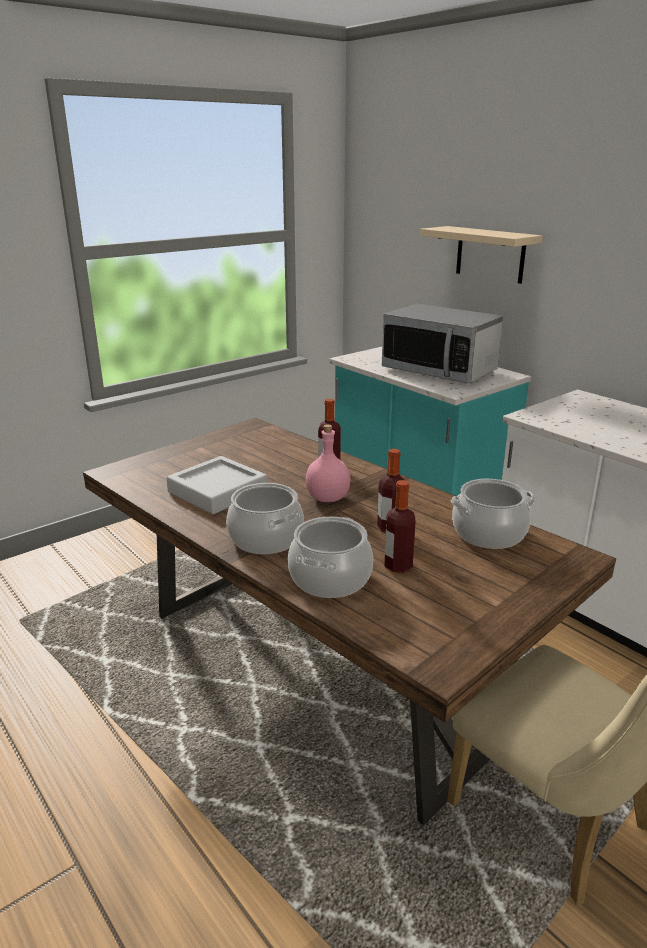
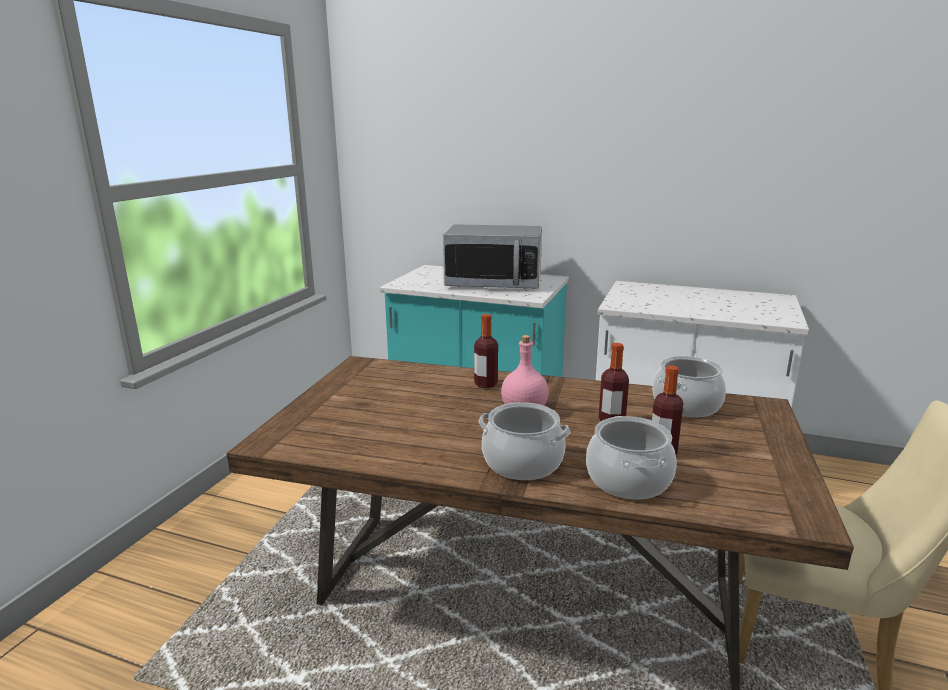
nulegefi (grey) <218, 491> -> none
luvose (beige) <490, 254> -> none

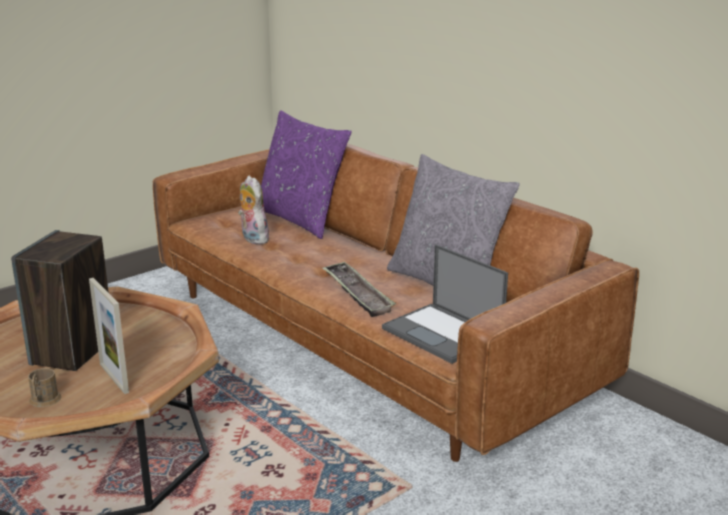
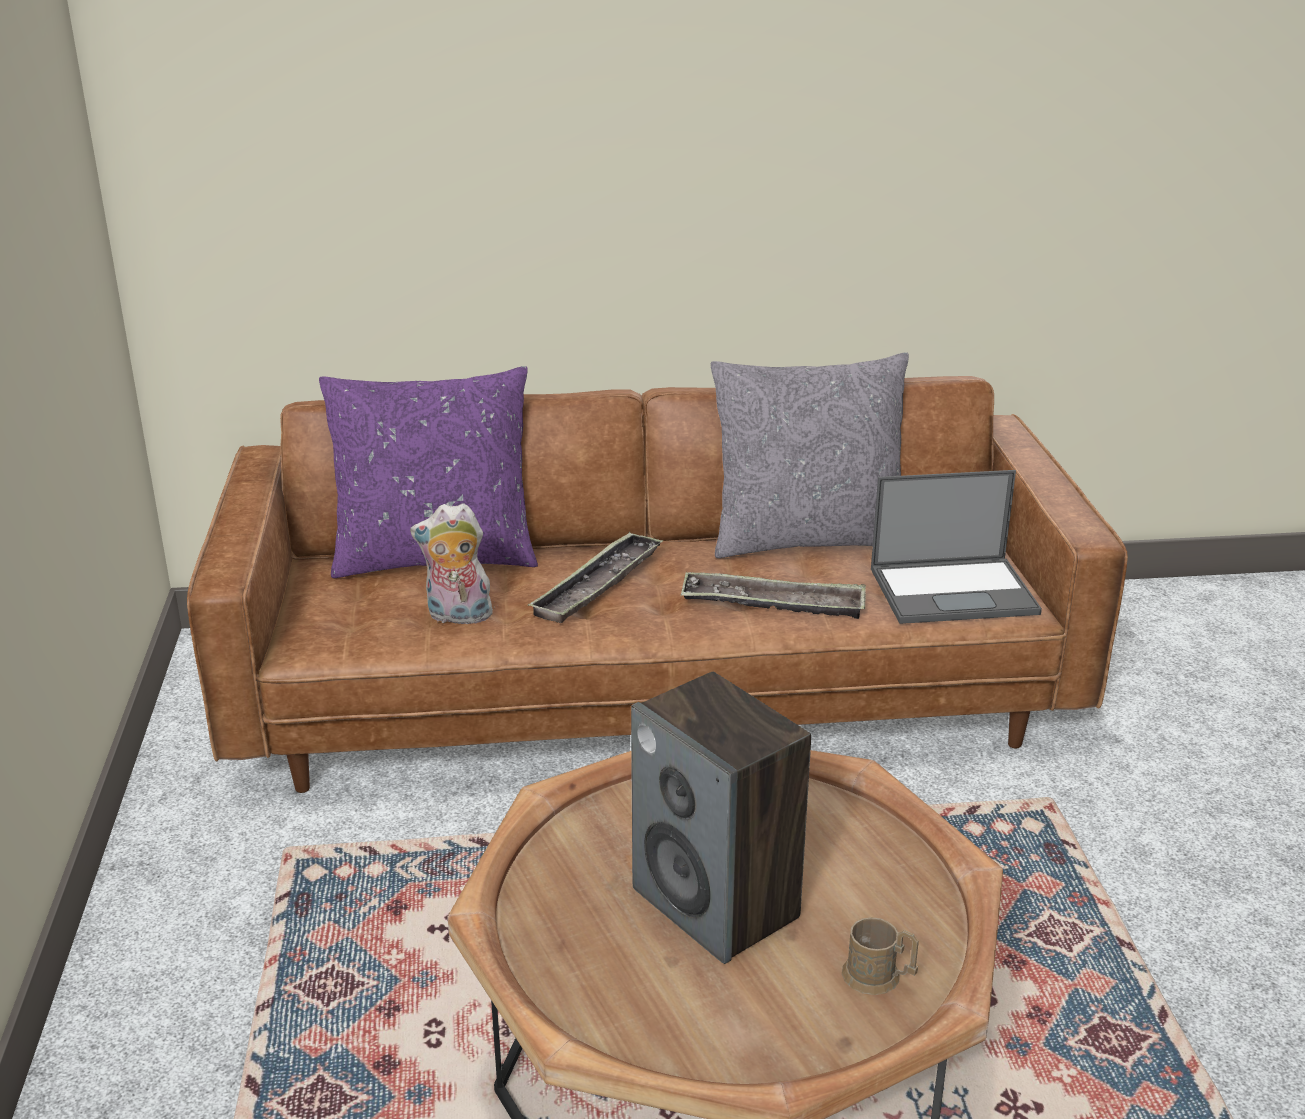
none -> nulegefi <597, 585>
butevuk <114, 378> -> none

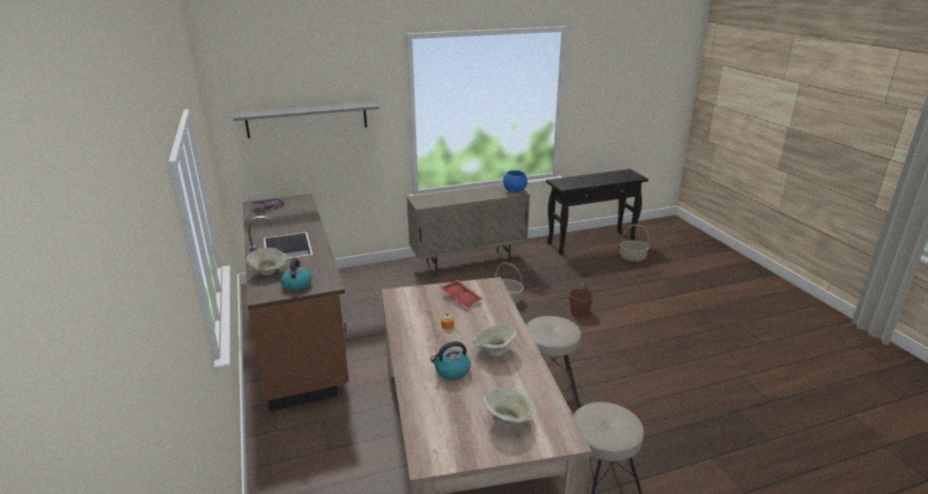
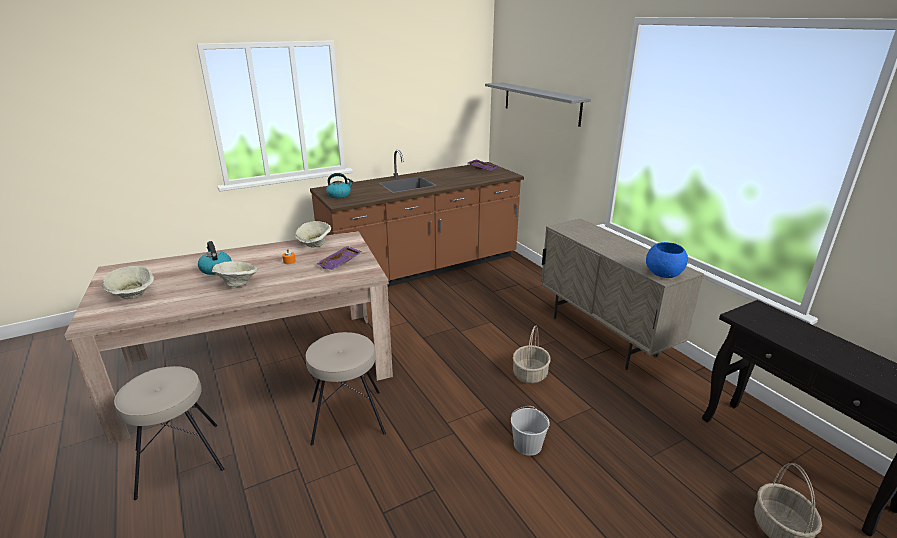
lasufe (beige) <269, 272> -> lasufe (beige) <314, 245>, moved
nulegefi (red) <461, 298> -> nulegefi (purple) <340, 263>
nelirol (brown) <579, 311> -> nelirol (white) <528, 444>

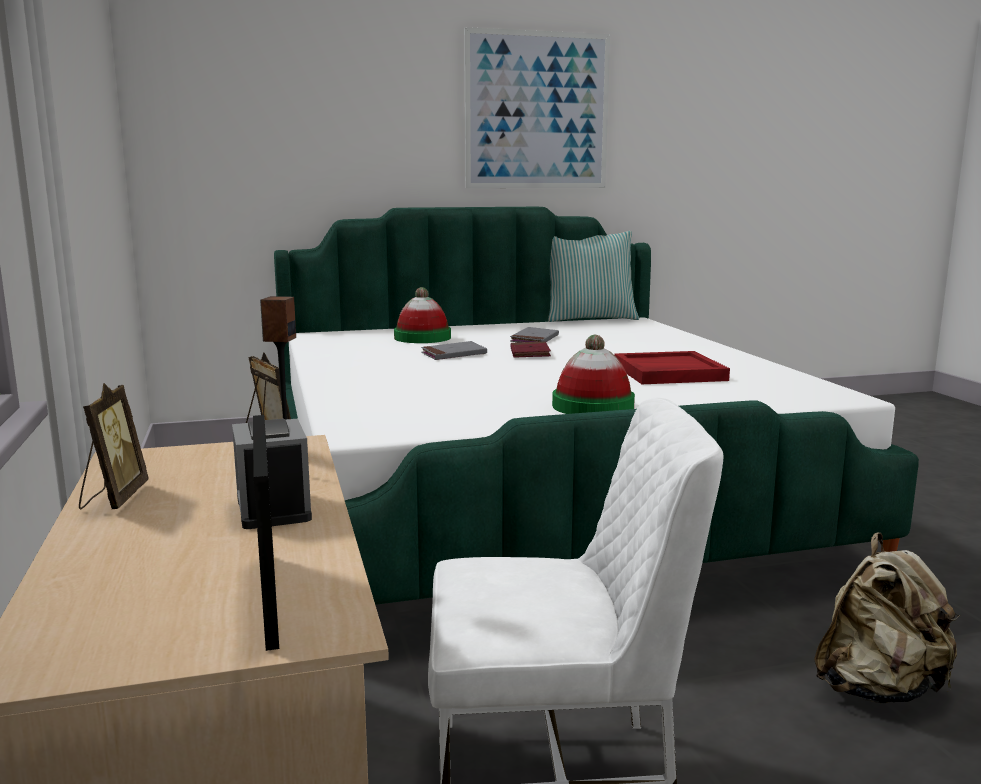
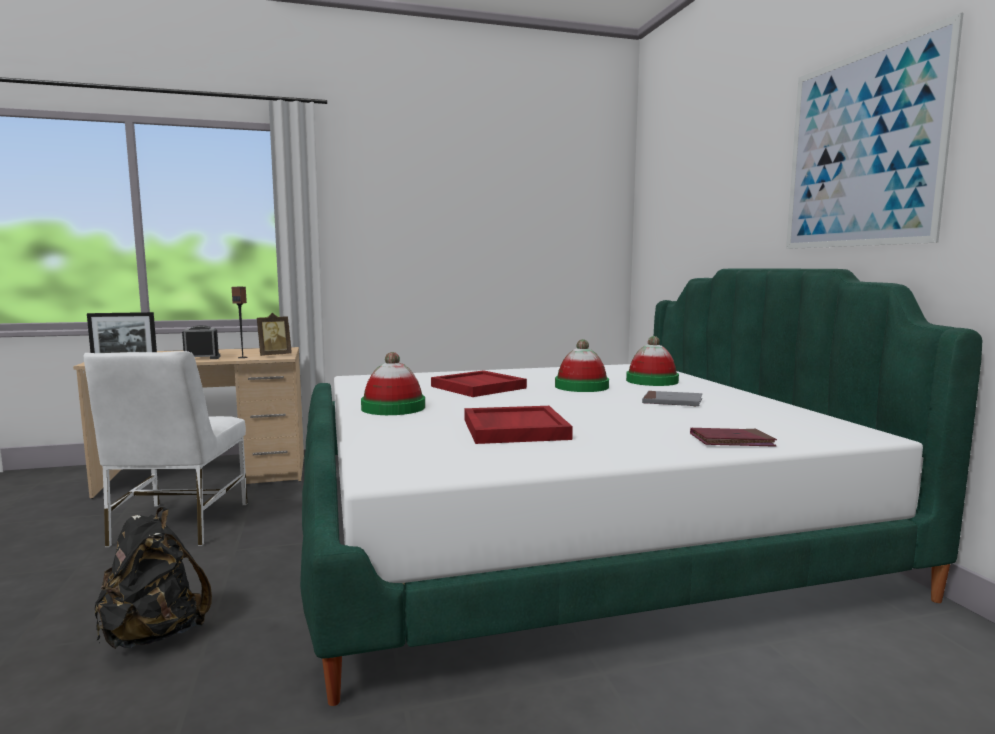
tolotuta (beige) <878, 689> -> tolotuta (black) <154, 634>
none -> nulegefi (red) <477, 387>
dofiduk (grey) <454, 354> -> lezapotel <581, 386>
dofiduk (red) <530, 353> -> dofiduk (red) <731, 441>, moved
butevuk <113, 498> -> none
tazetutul <589, 319> -> none

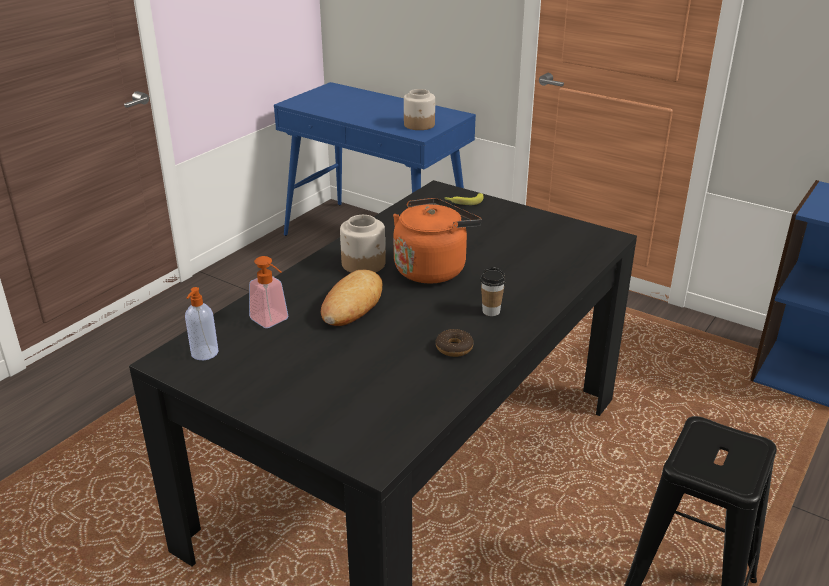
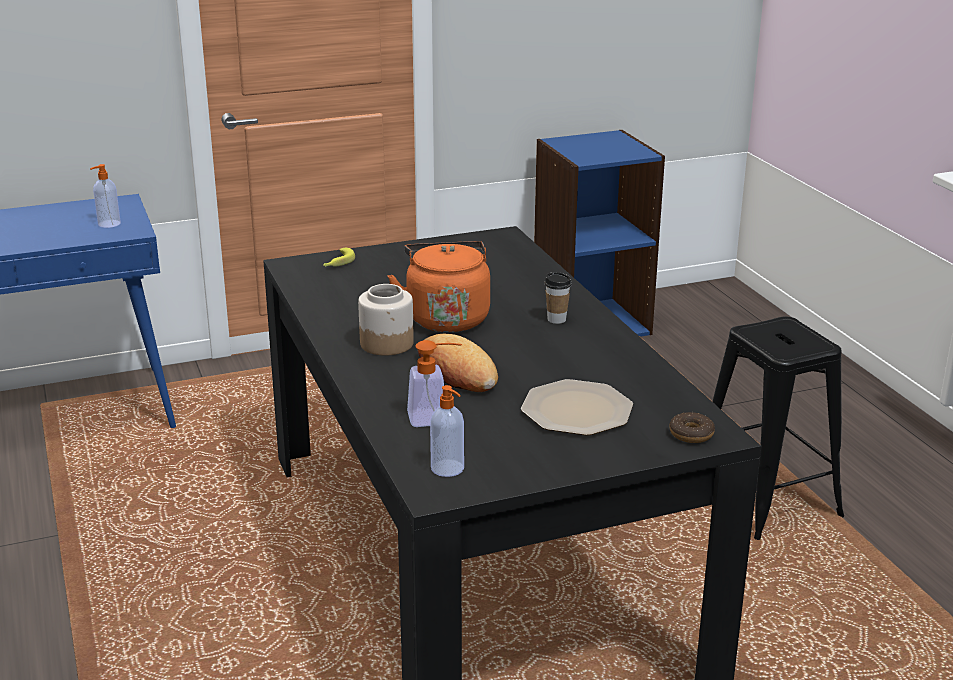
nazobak <419, 125> -> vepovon <108, 224>
none -> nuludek <578, 410>
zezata <454, 348> -> zezata <691, 434>, moved

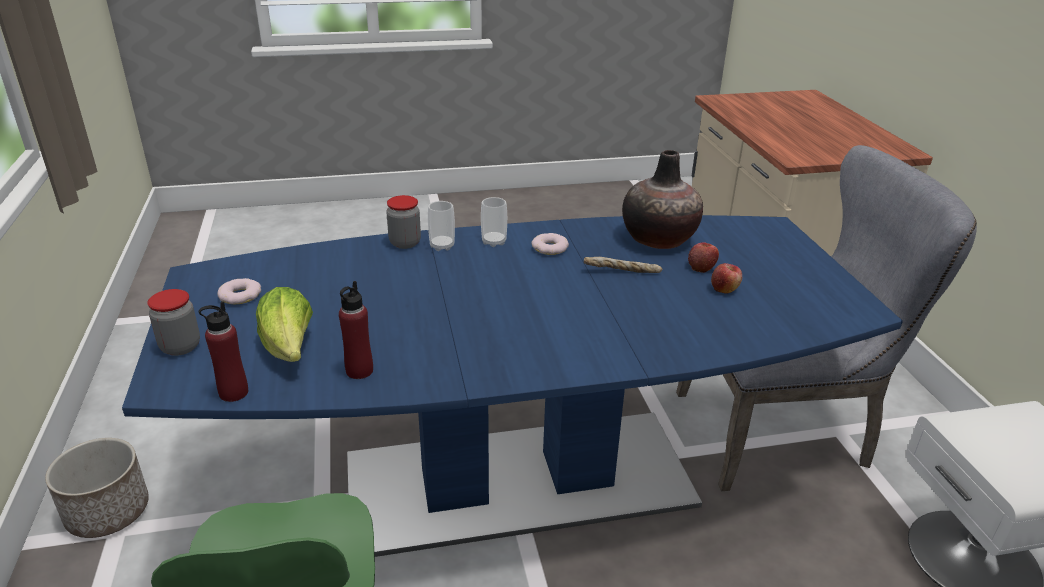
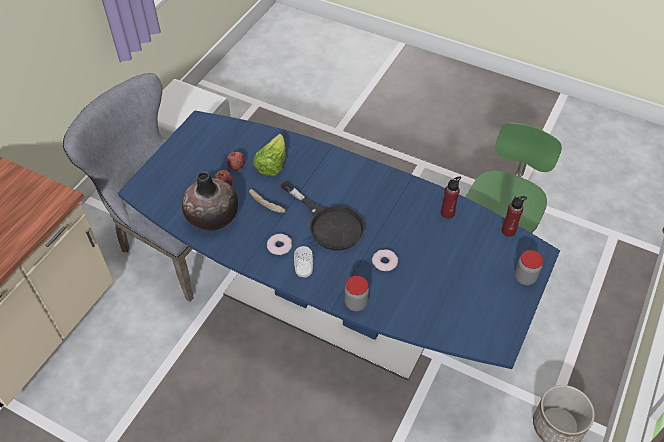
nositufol <289, 349> -> nositufol <272, 165>, moved
none -> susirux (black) <329, 223>
zezata <240, 295> -> zezata <384, 262>, moved
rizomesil <442, 246> -> none

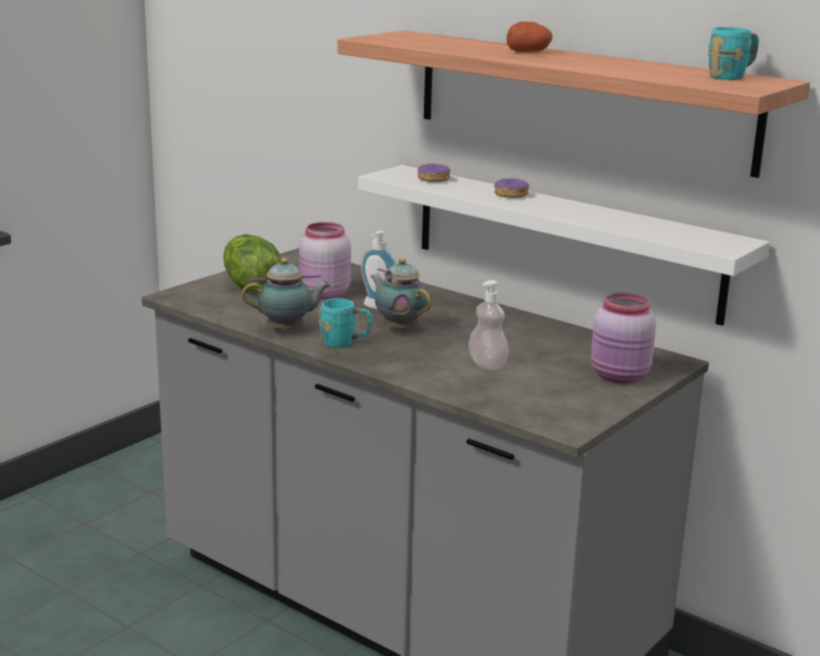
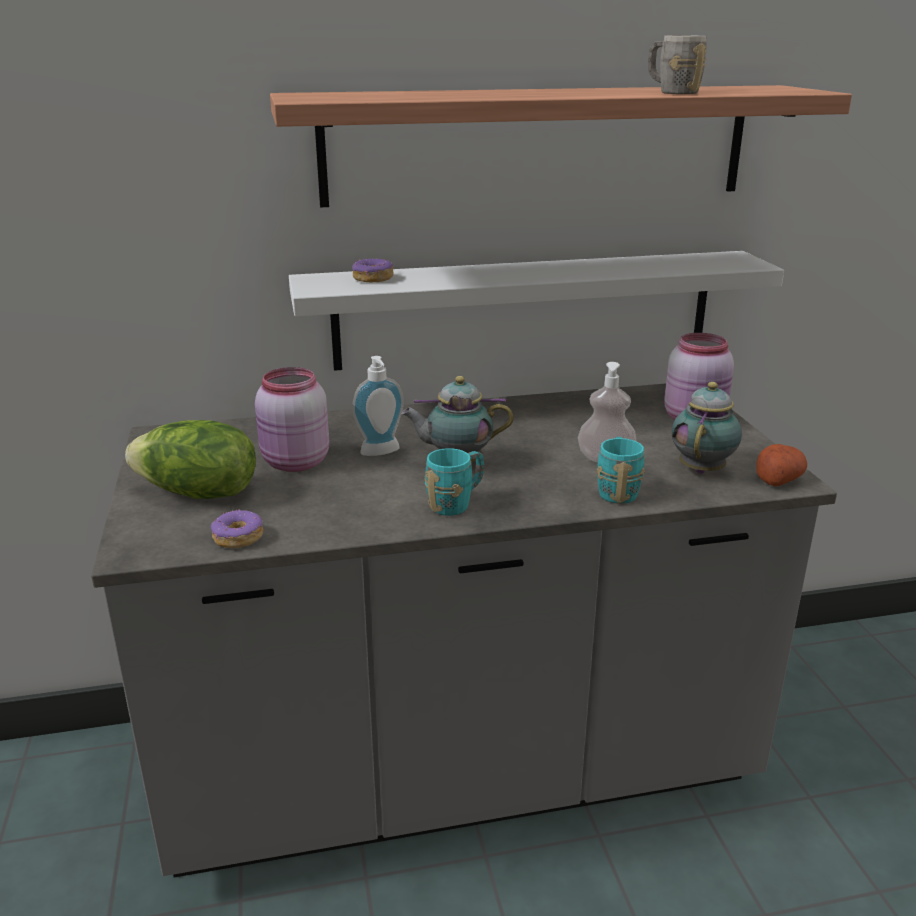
zezata <510, 195> -> zezata <237, 537>, moved
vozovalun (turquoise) <732, 76> -> vozovalun (turquoise) <617, 490>, moved
none -> vozovalun (grey) <672, 92>
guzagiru <288, 330> -> guzagiru <702, 469>, moved
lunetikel <529, 52> -> lunetikel <778, 479>, moved

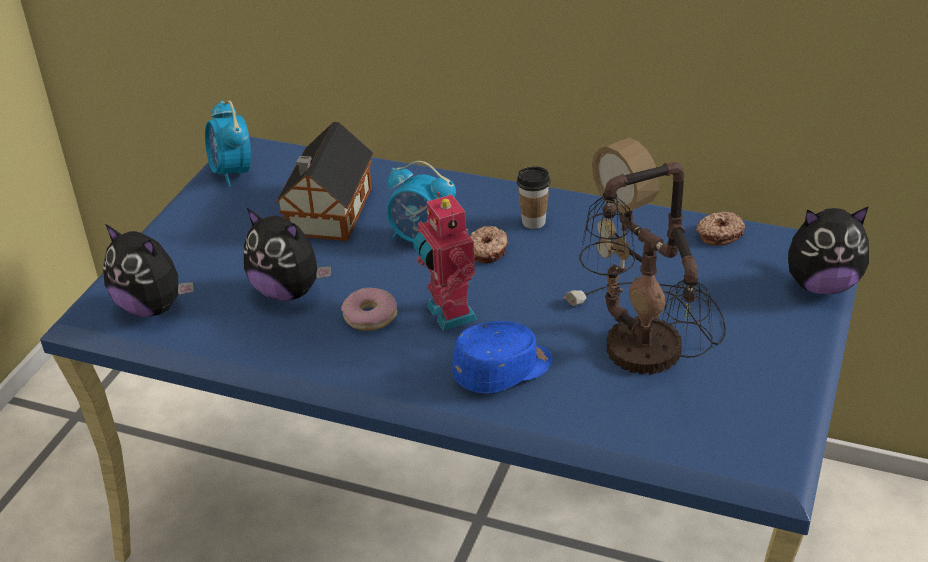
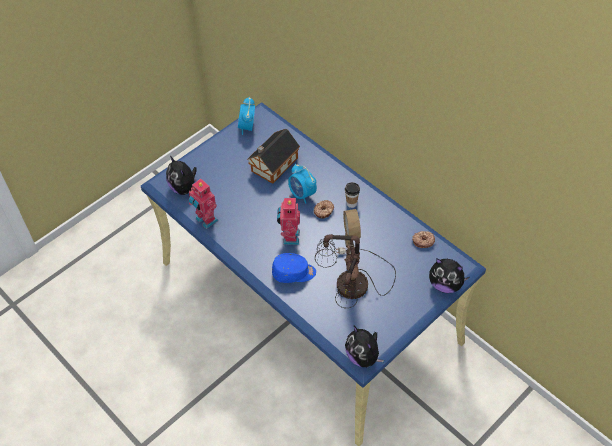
none -> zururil <205, 220>
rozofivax <288, 291> -> rozofivax <363, 356>, moved
zezata <370, 316> -> none

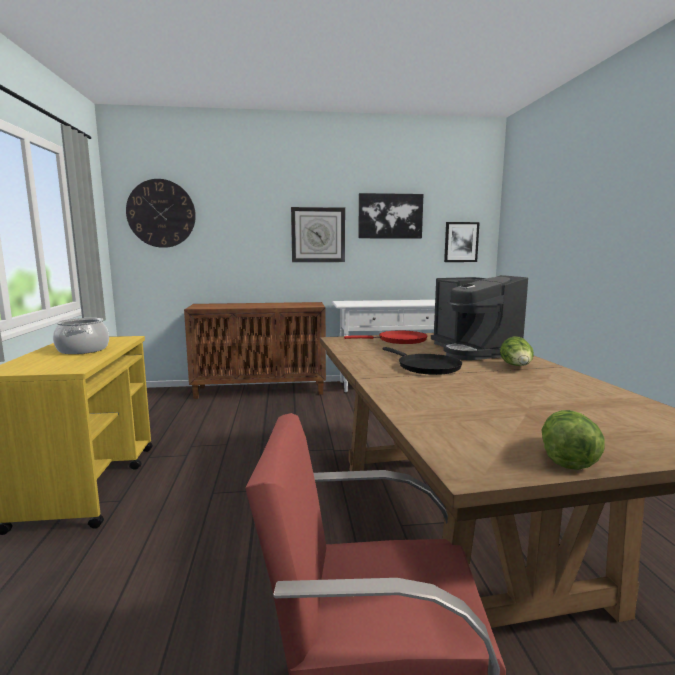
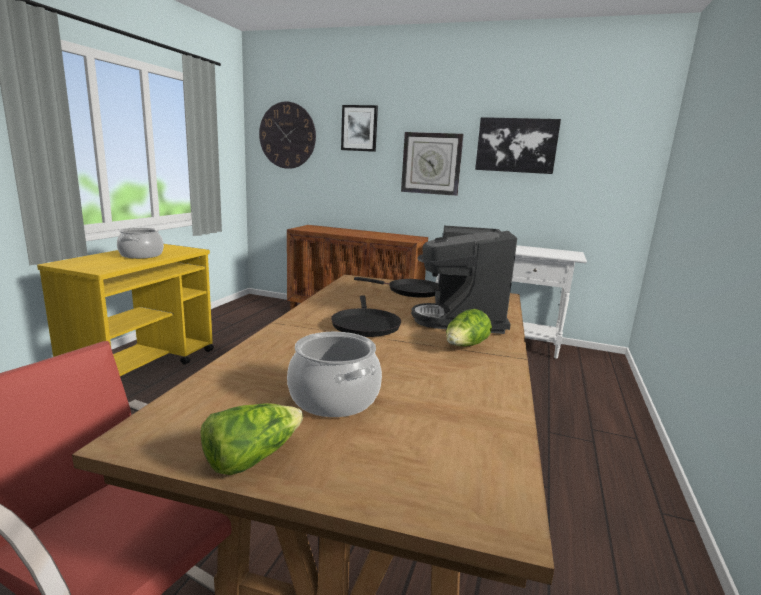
none -> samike <333, 398>
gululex <461, 242> -> gululex <359, 128>, moved
susirux (red) <399, 340> -> susirux (black) <411, 291>

